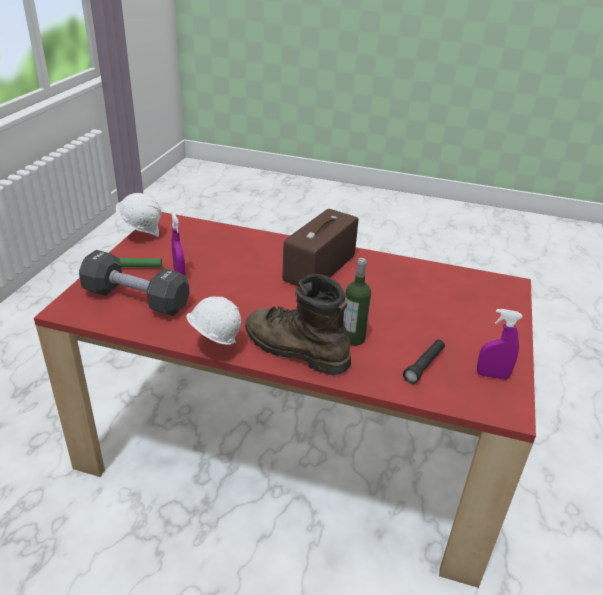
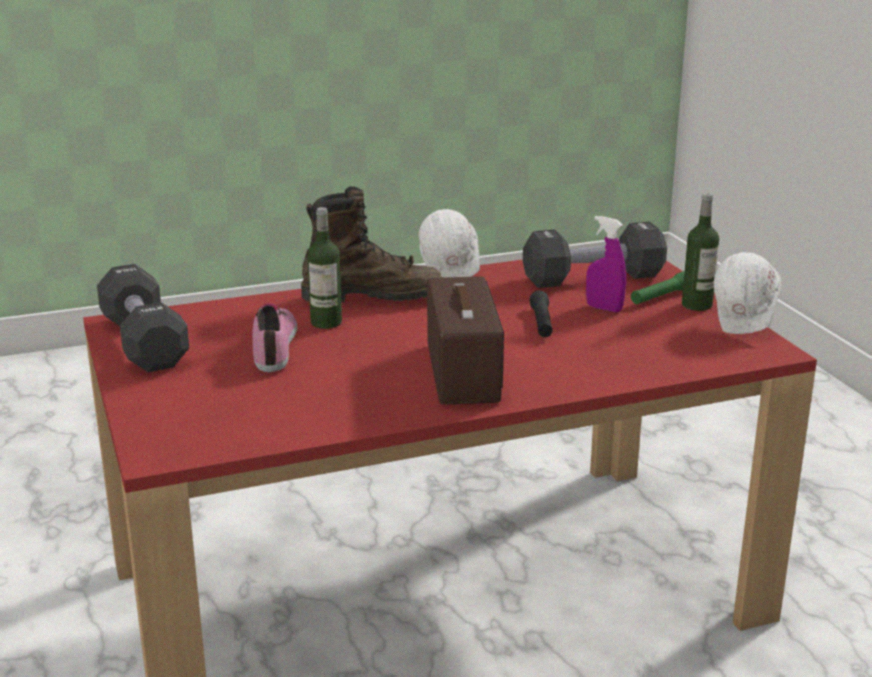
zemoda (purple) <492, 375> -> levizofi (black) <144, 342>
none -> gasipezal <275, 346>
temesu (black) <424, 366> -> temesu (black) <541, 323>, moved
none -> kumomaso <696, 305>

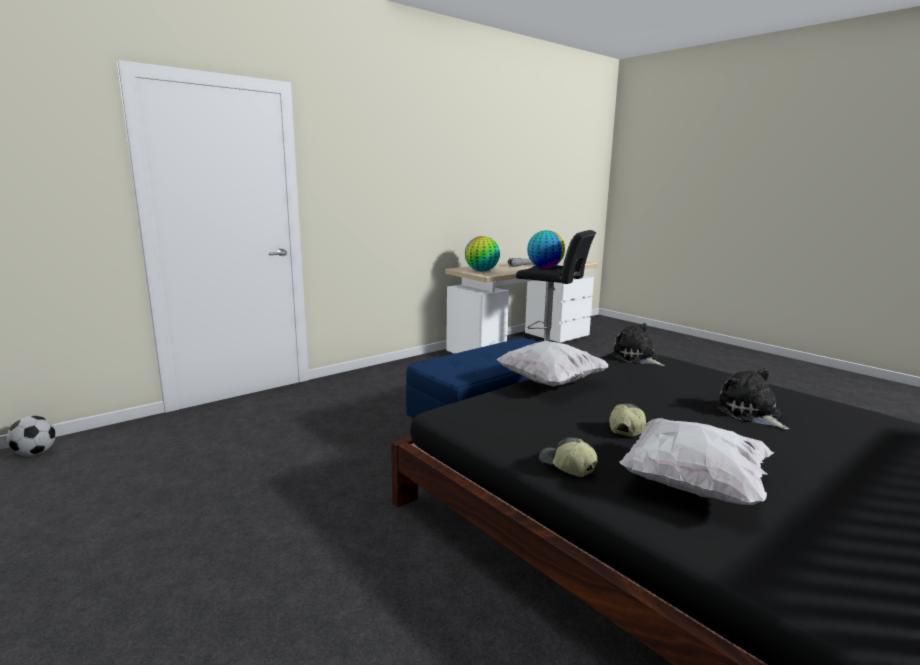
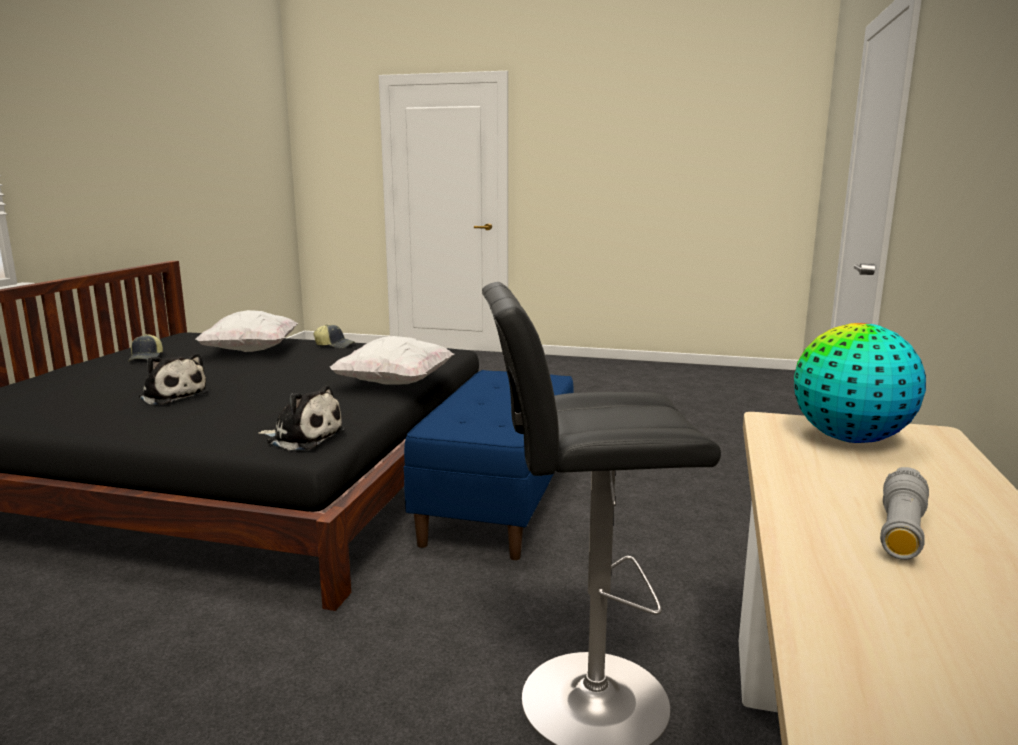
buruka <626, 428> -> buruka <147, 358>, moved
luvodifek <35, 453> -> none
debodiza <544, 268> -> none

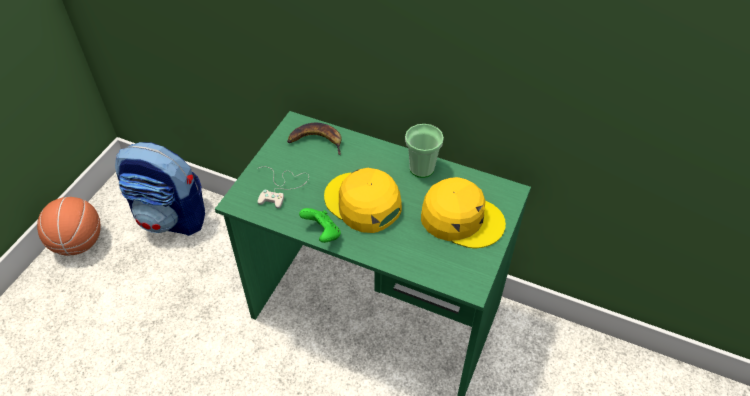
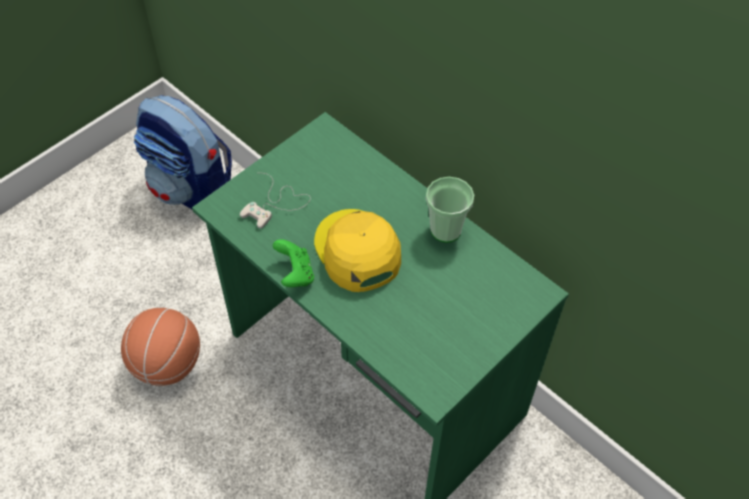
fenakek <78, 242> -> fenakek <167, 363>, moved
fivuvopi <317, 141> -> none
buruka (yellow) <461, 218> -> none

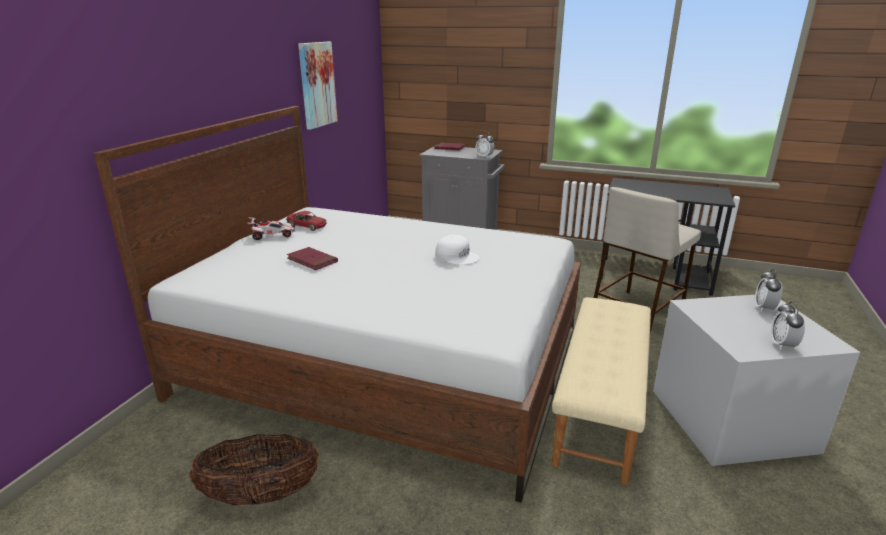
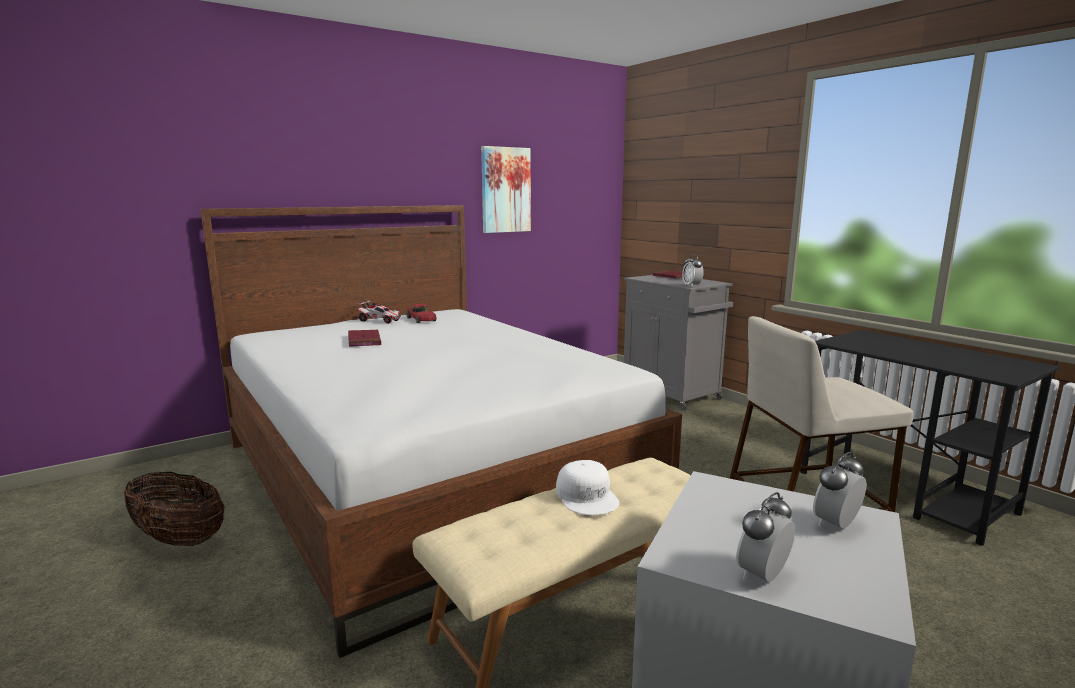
buruka (white) <457, 256> -> buruka (white) <587, 496>, moved

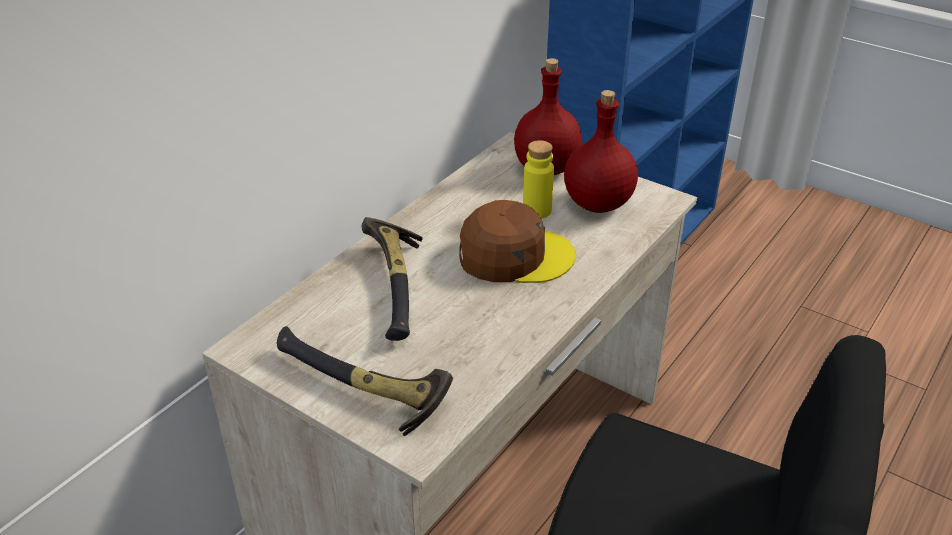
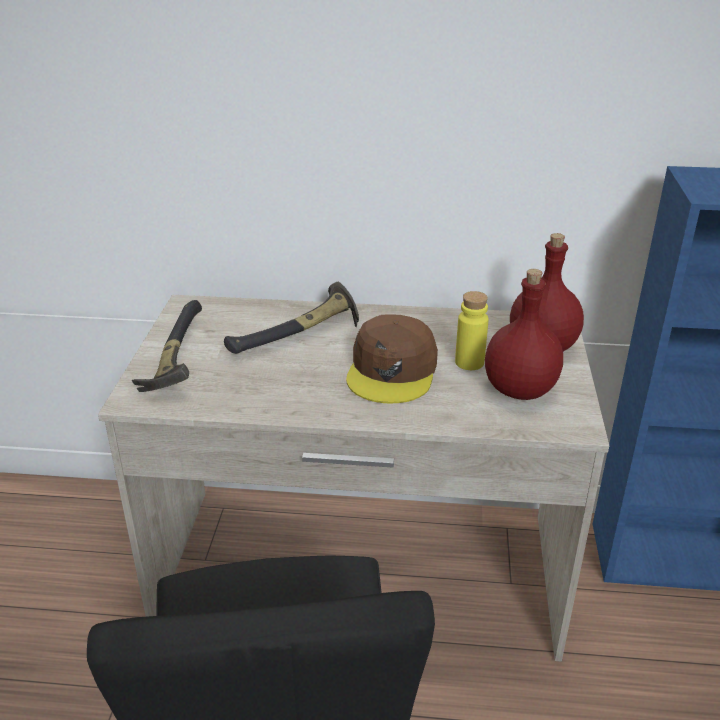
buruka (brown) <514, 255> -> buruka (brown) <392, 371>, 45 degrees clockwise

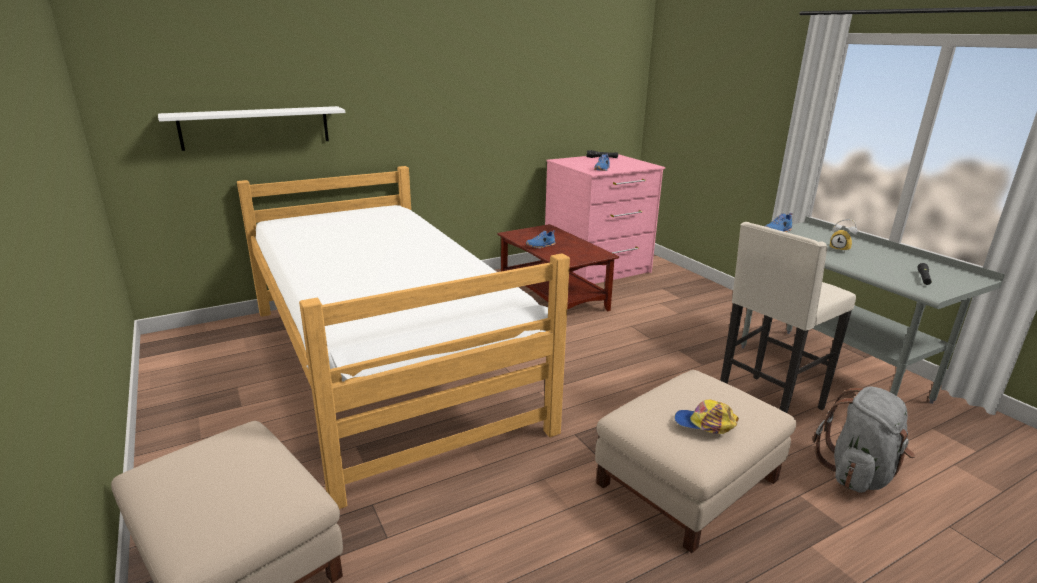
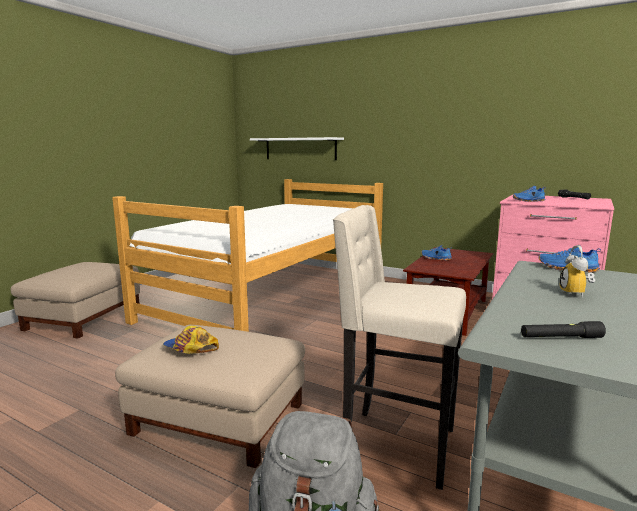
buruka <704, 424> -> buruka <190, 348>, 45 degrees counterclockwise

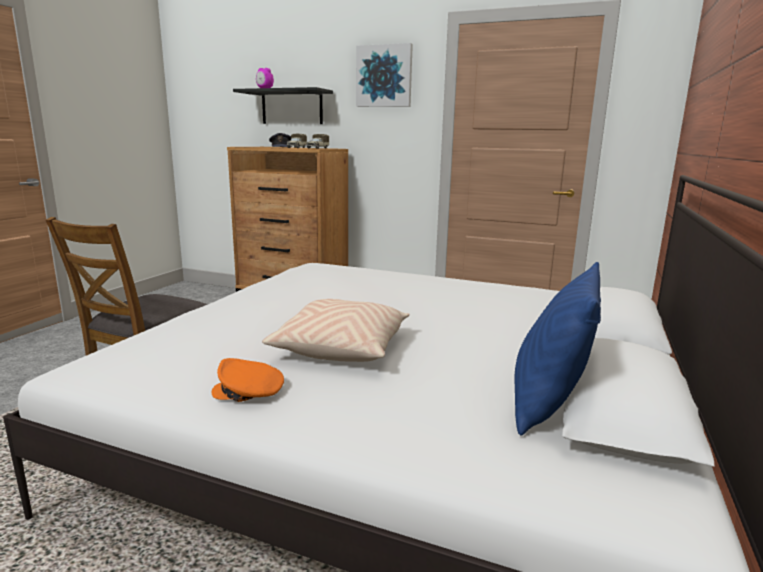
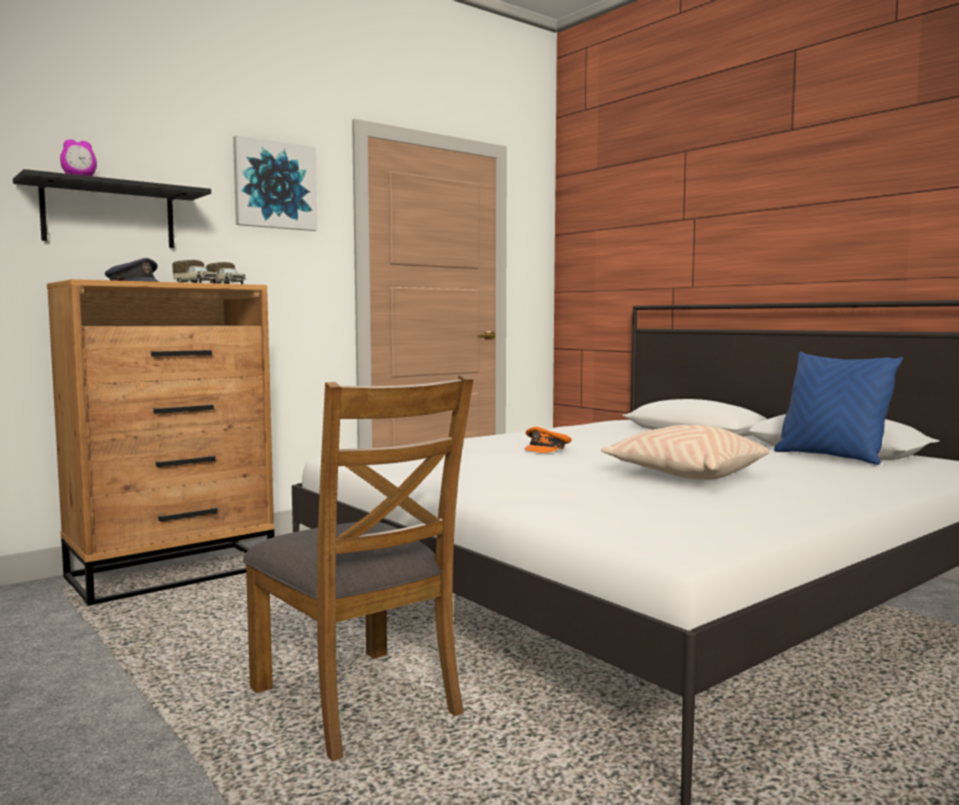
buruka (orange) <248, 392> -> buruka (orange) <547, 449>, moved

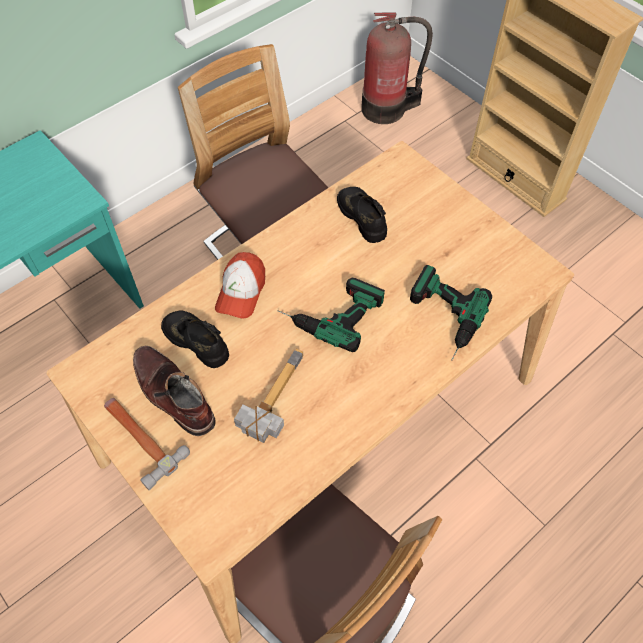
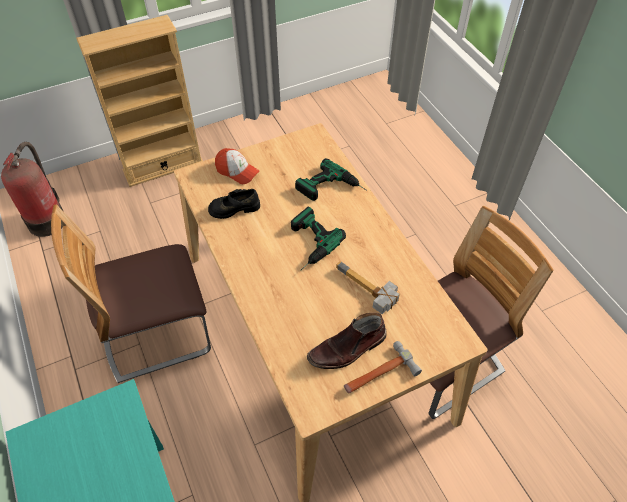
buruka <241, 292> -> buruka <237, 171>, moved
gasipezal (black) <197, 340> -> none

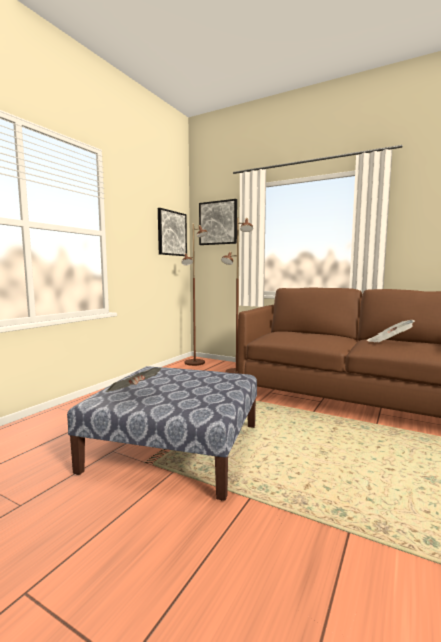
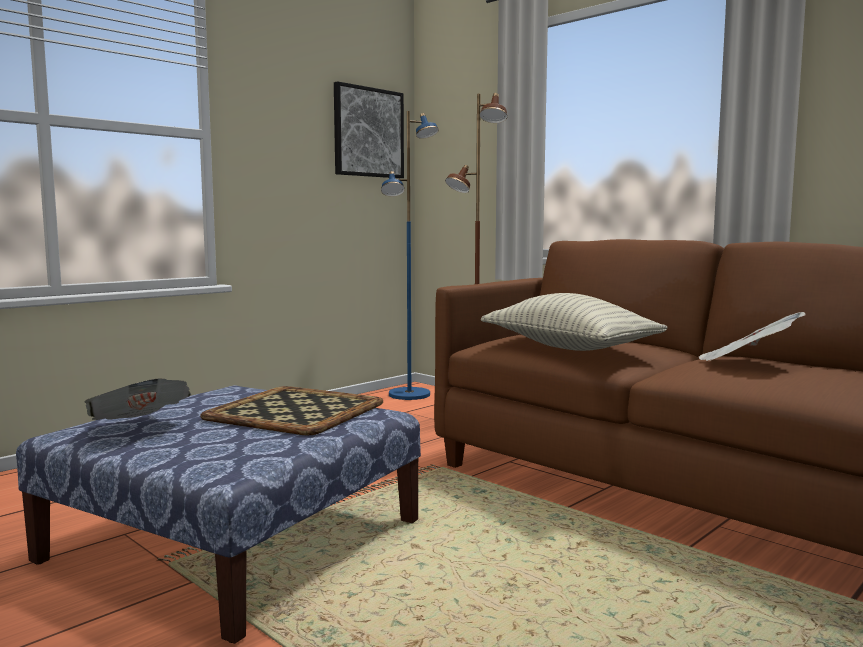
none -> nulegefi <295, 410>
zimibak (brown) <195, 363> -> zimibak (blue) <410, 395>
none -> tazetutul <568, 348>
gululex <218, 223> -> none

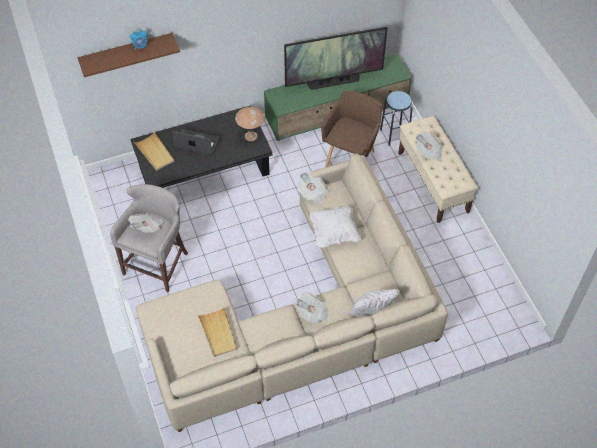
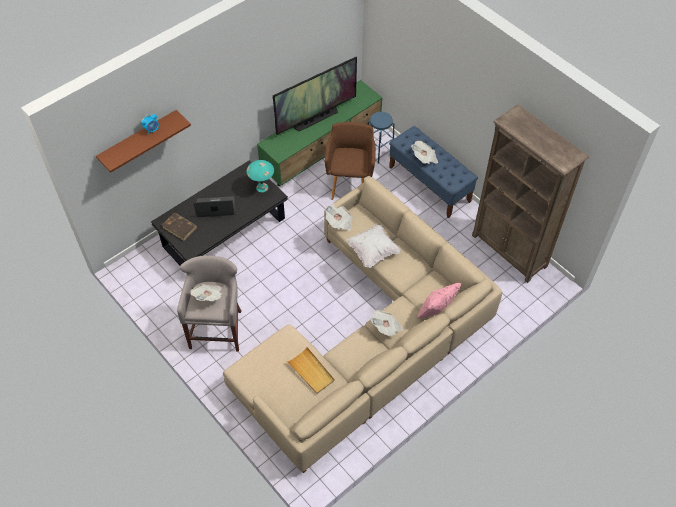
nulegefi (beige) <155, 153> -> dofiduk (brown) <180, 227>
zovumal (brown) <251, 136> -> zovumal (turquoise) <262, 187>
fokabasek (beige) <433, 182> -> fokabasek (blue) <429, 184>
tazetutul (white) <372, 313> -> tazetutul (pink) <436, 311>
none -> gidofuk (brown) <509, 251>

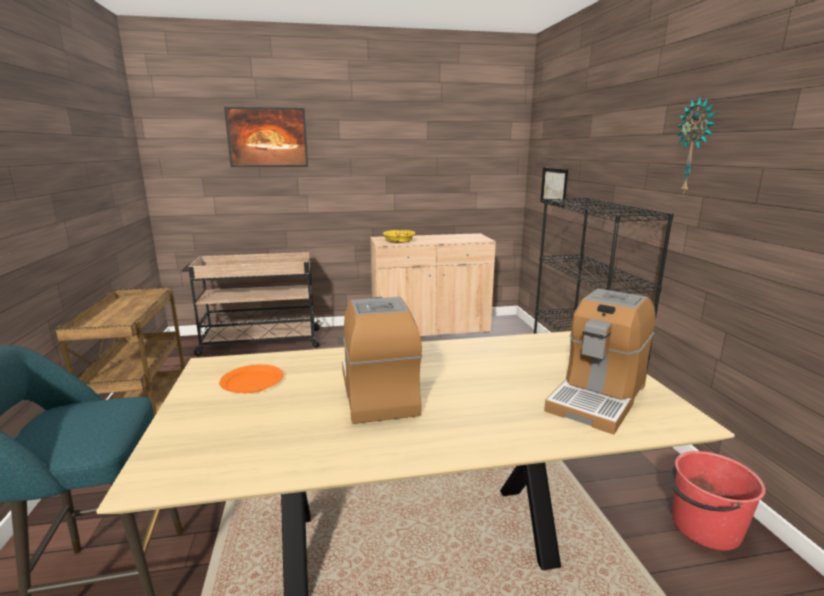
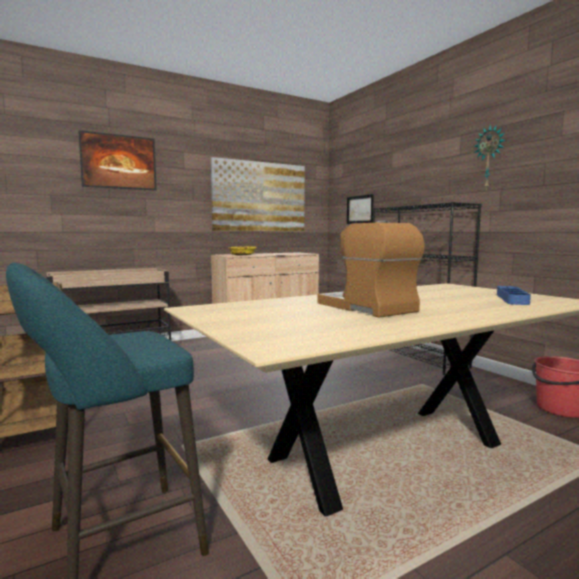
none -> gululex <259, 197>
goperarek <597, 397> -> nulegefi (blue) <512, 299>
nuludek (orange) <251, 381> -> none

